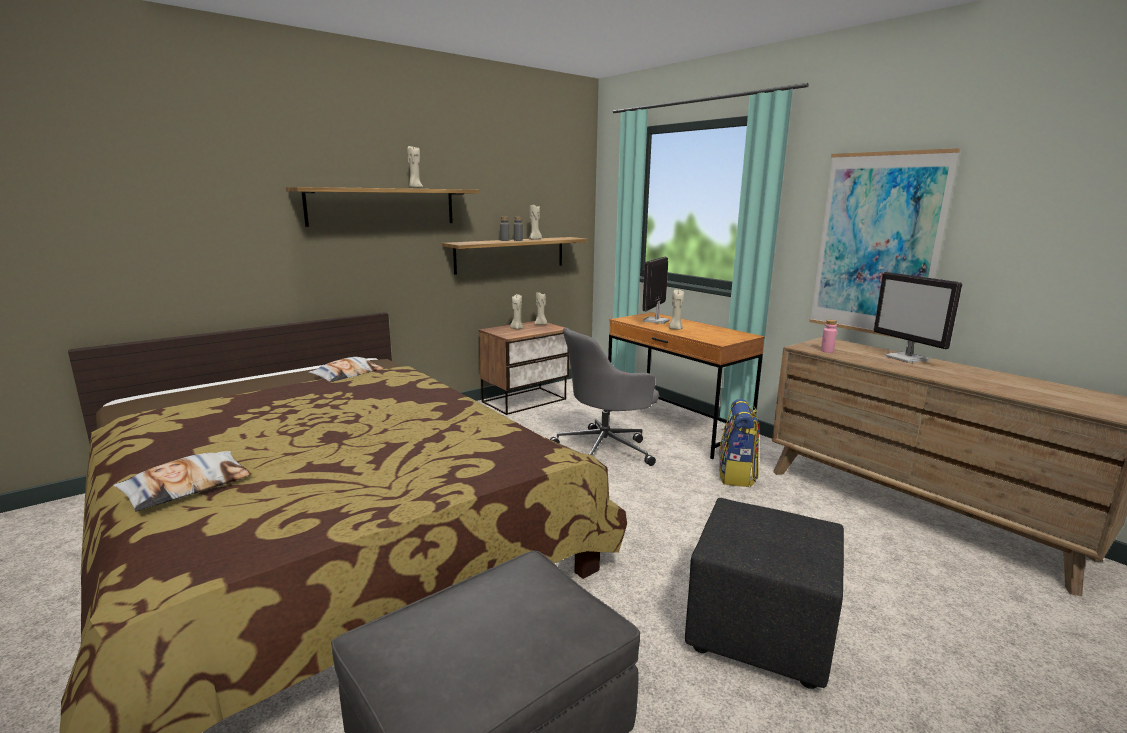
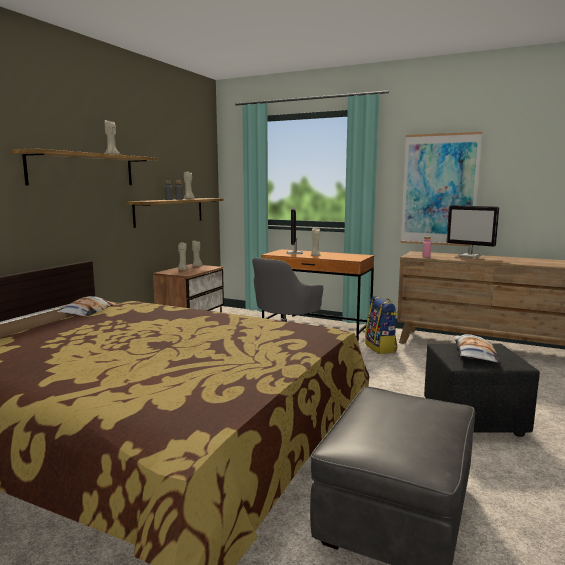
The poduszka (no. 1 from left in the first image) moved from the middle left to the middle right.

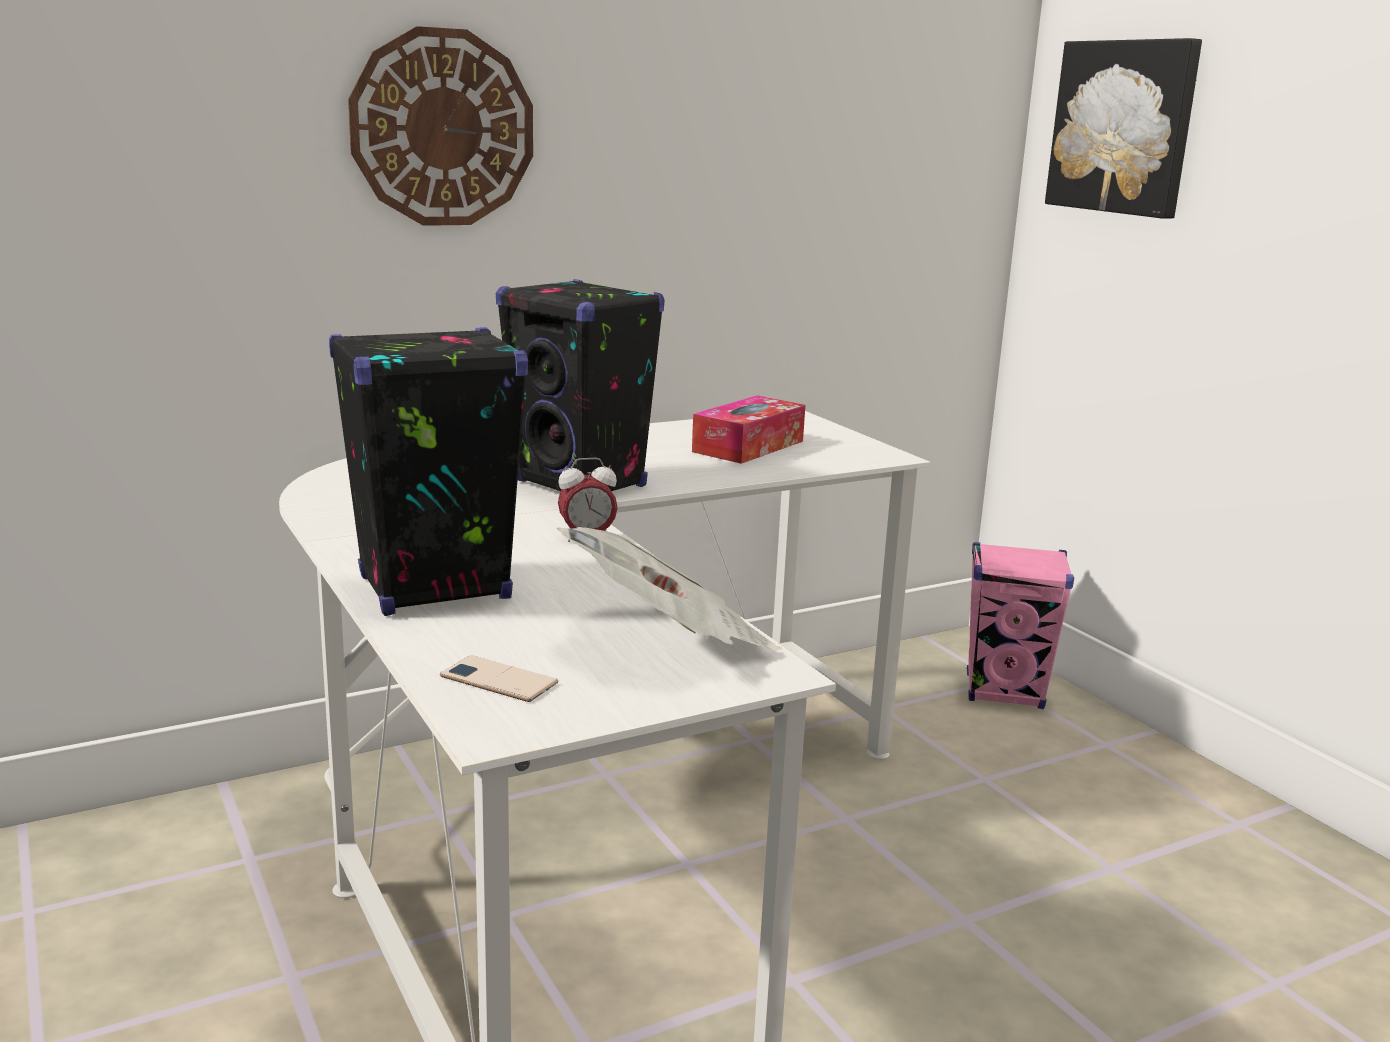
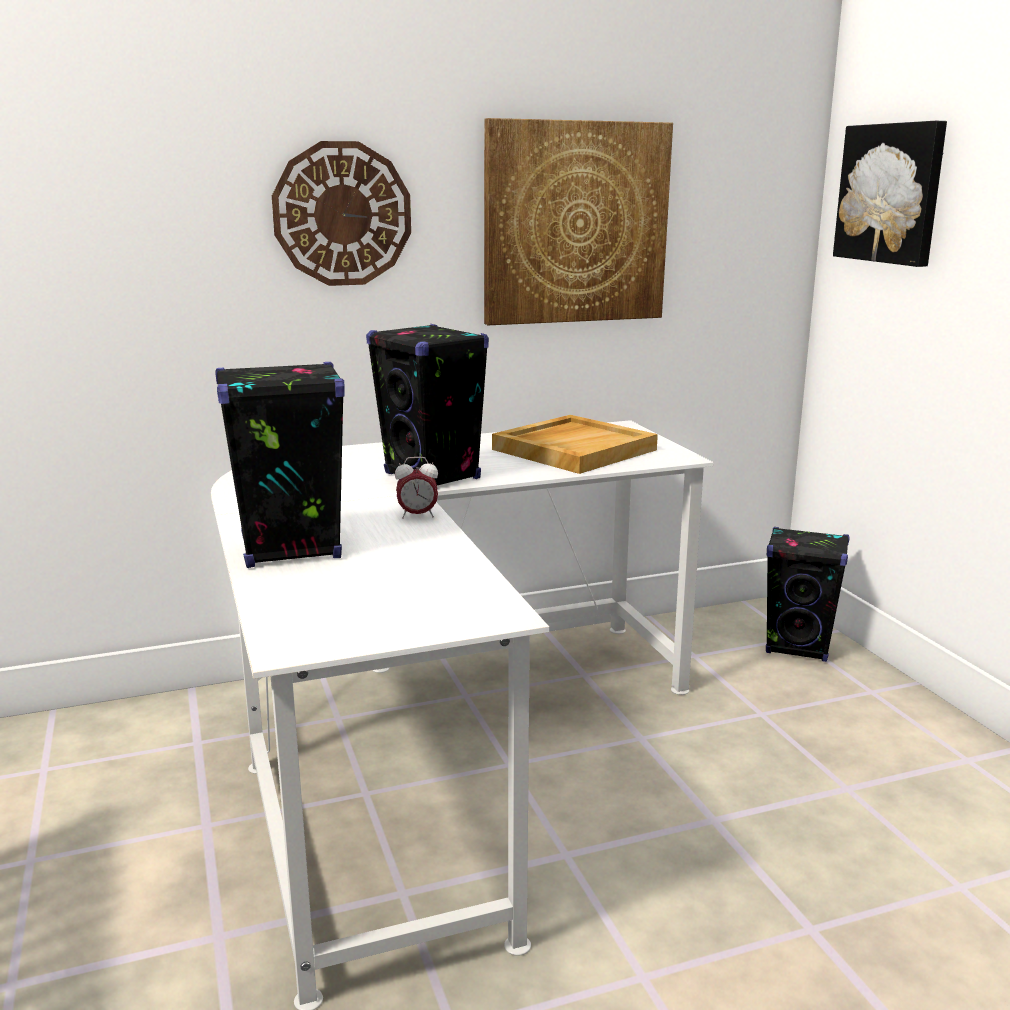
The obraz (no. 1 from left) at the top centre appeared.
The pudełko chusteczek at the centre was replaced by the taca/beżowy at the centre.
The głośnik/różowy at the middle right became the głośnik/czarny (no. 3 from left) at the middle right.
The telefon at the centre disappeared.
The gazeta at the centre disappeared.

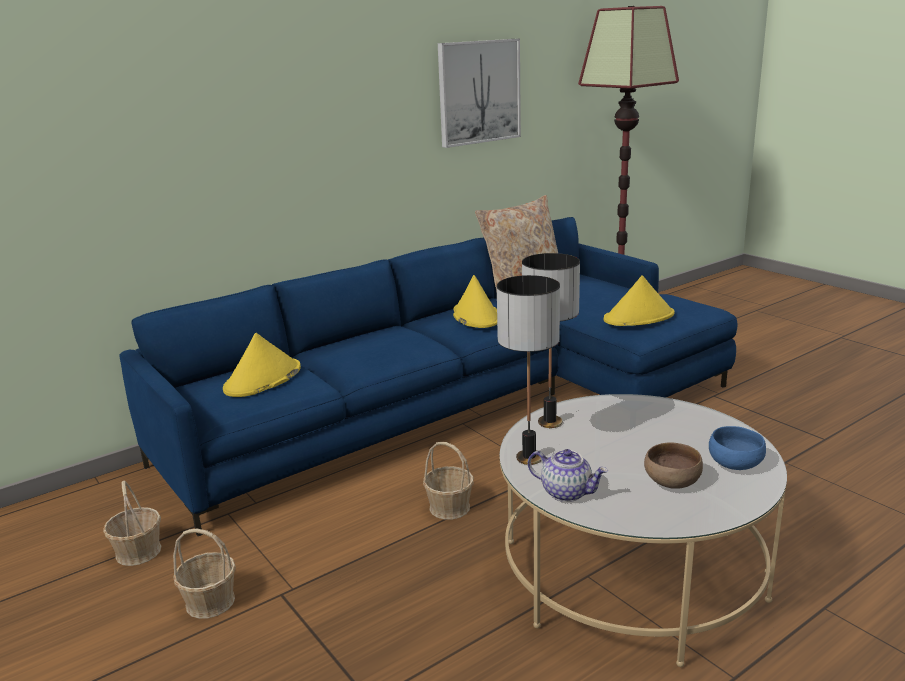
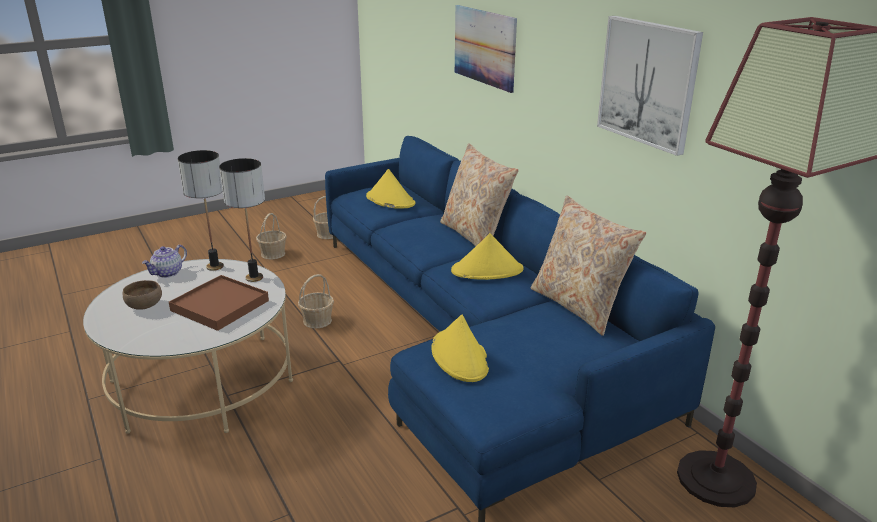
The taca/brązowy at the middle left appeared.
The poduszka/beżowy (no. 1 from left) at the centre appeared.
The obraz (no. 1 from left) at the top centre appeared.
The miska/niebieski at the middle right disappeared.

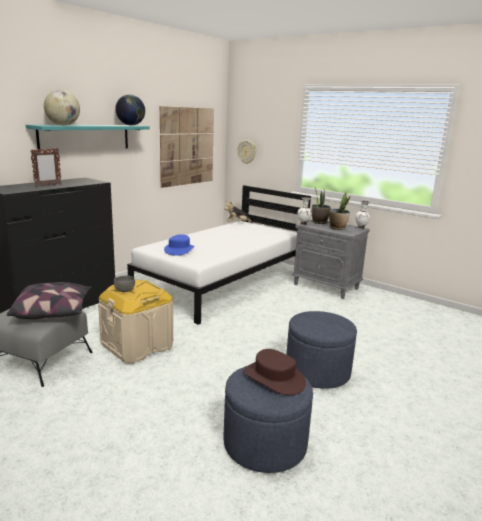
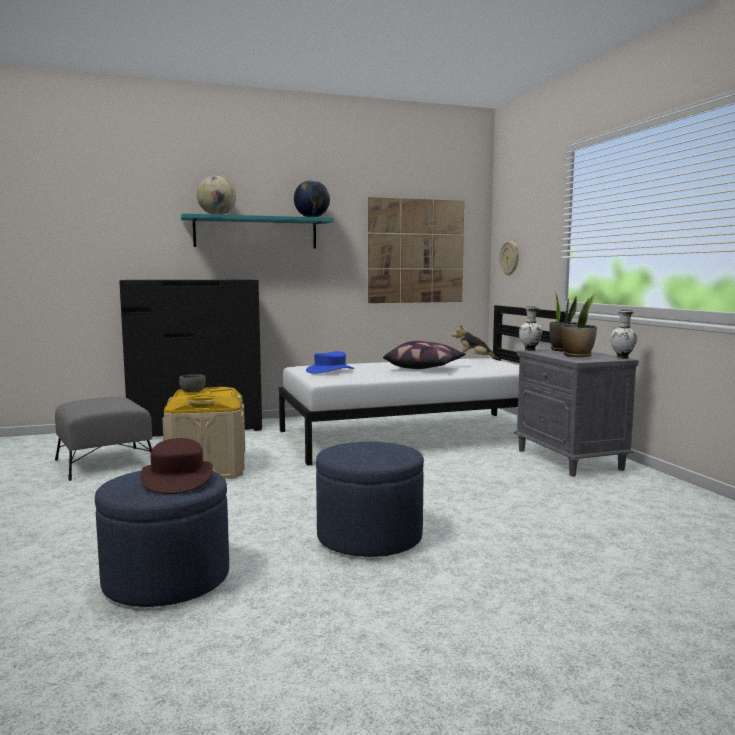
The poduszka moved from the middle left to the centre.
The ramka na zdjęcie at the top left disappeared.

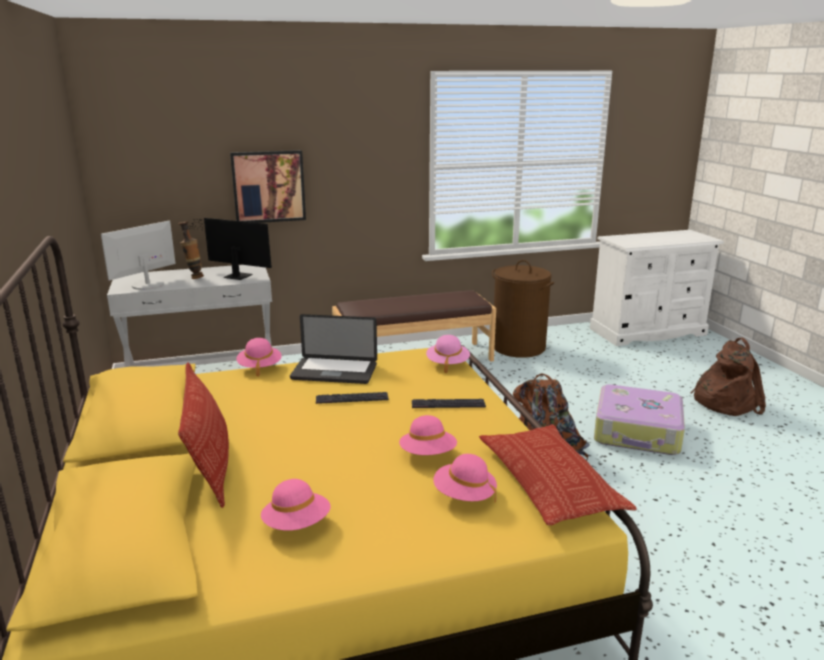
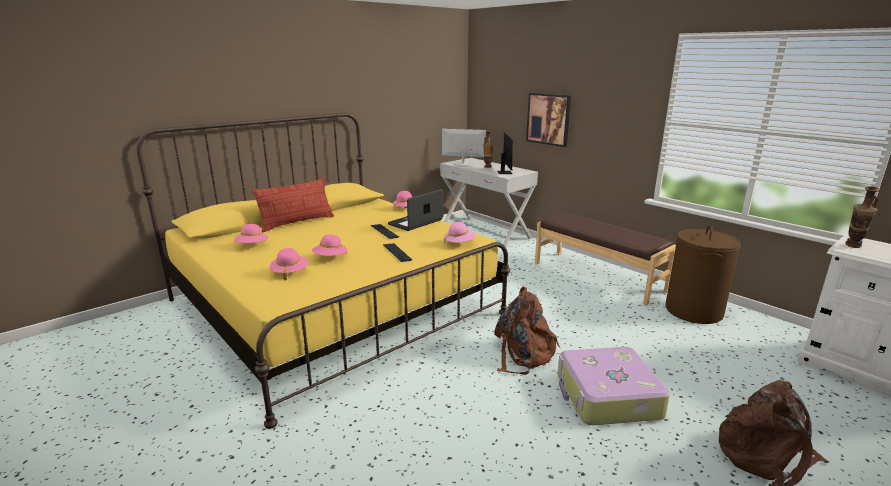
The laptop at the centre turned 60 degrees clockwise.
The wazon (no. 2 from left) at the middle right appeared.
The poduszka (no. 2 from left) at the bottom right disappeared.

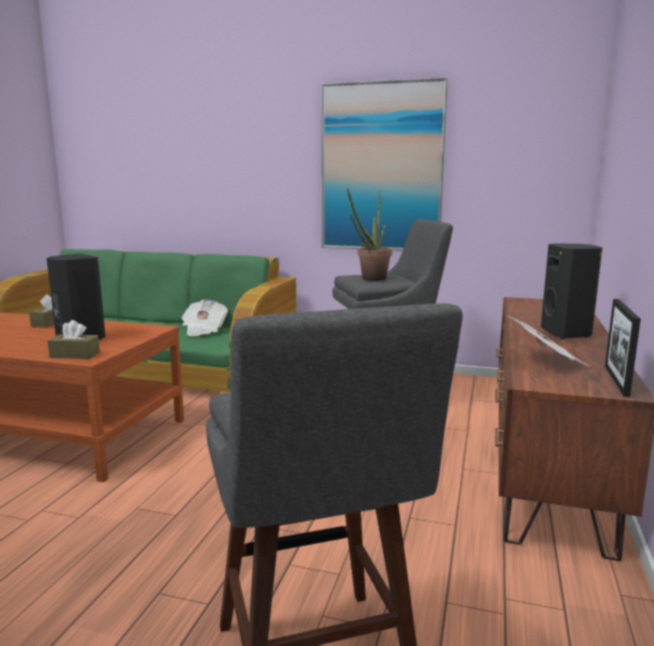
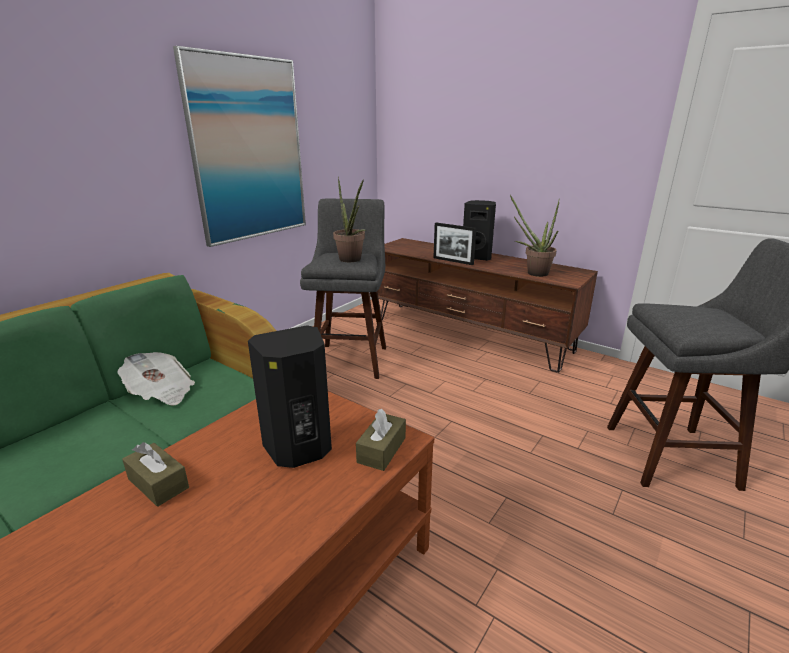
The ramka na zdjęcie moved from the middle right to the centre.
The gazeta (no. 2 from left) at the middle right was replaced by the roślina doniczkowa (no. 2 from left) at the middle right.

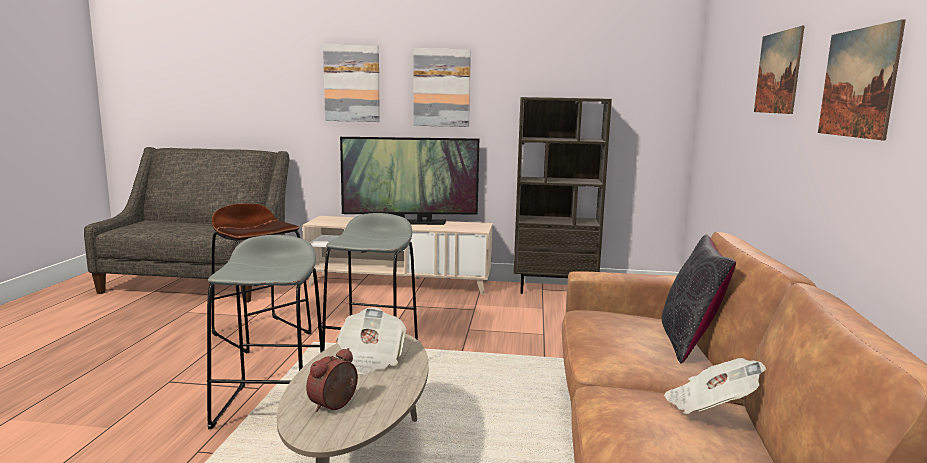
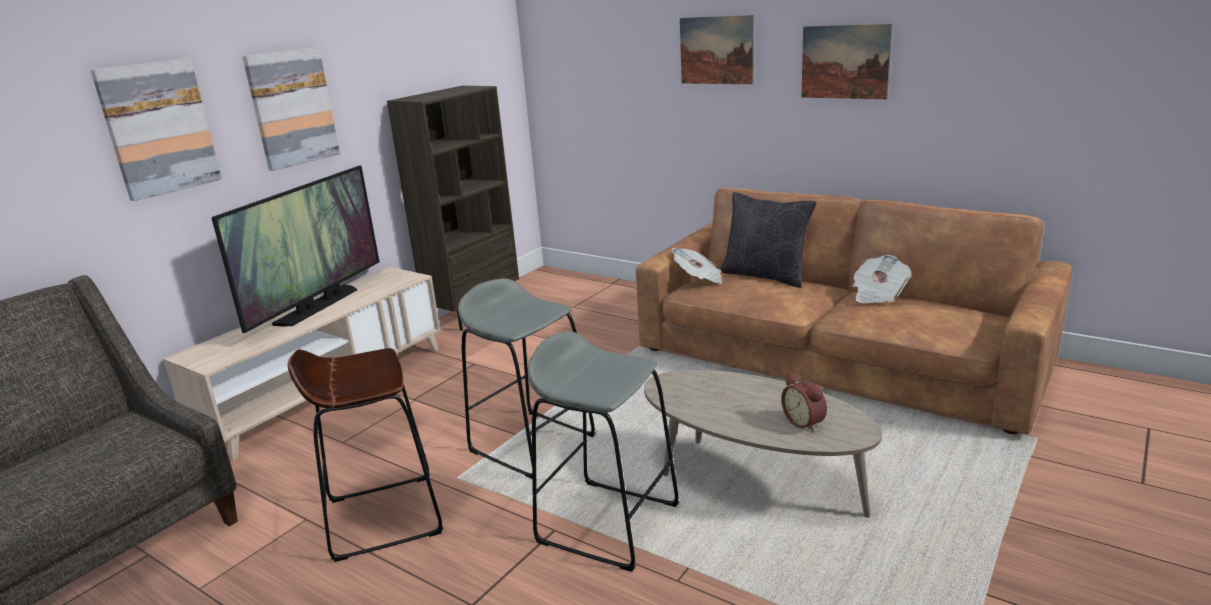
The gazeta (no. 1 from left) moved from the bottom centre to the centre.

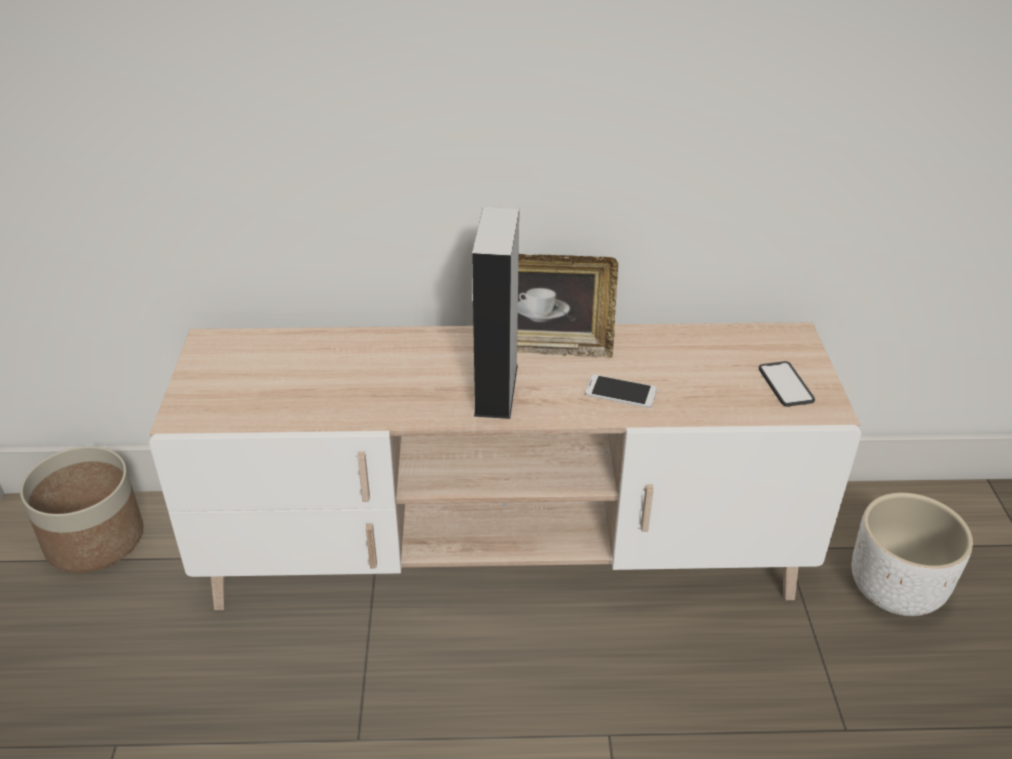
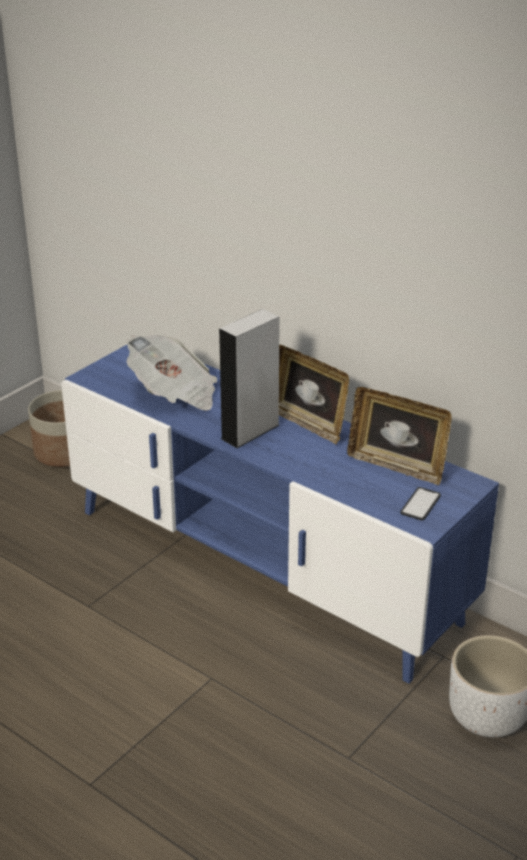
The szafka pod telewizor/beżowy at the centre became the szafka pod telewizor/niebieski at the centre.
The gazeta at the middle left appeared.
The ramka na zdjęcie (no. 2 from left) at the middle right appeared.
The telefon (no. 1 from left) at the centre disappeared.

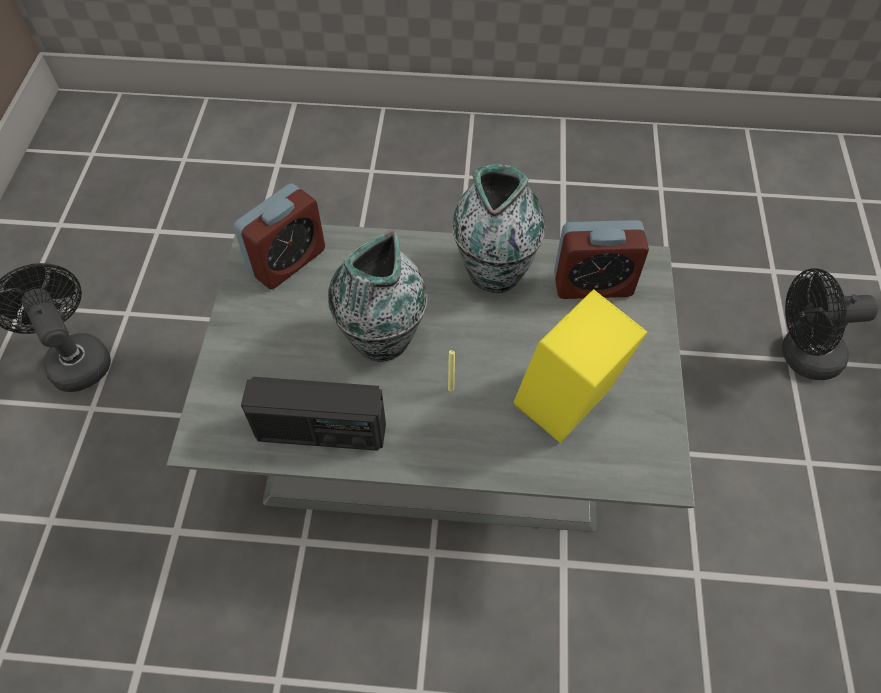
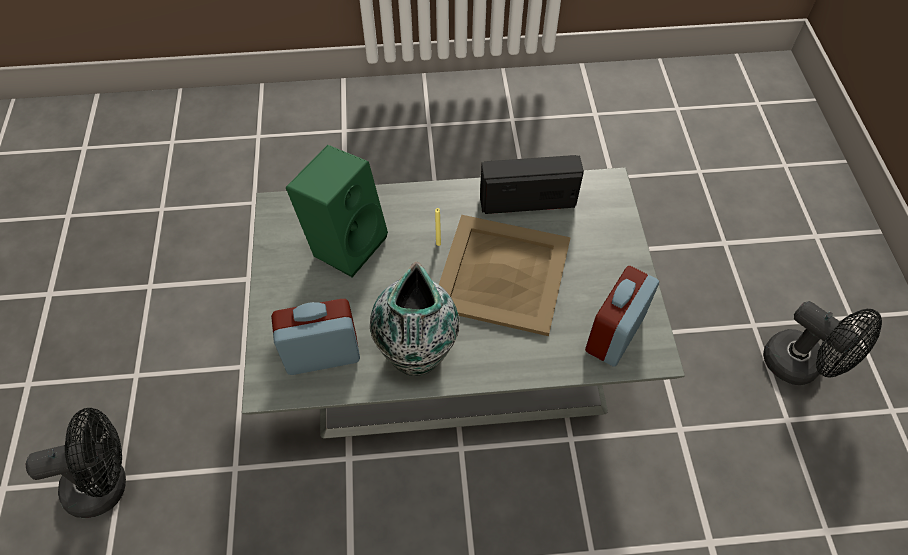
The głośnik/żółty at the centre became the głośnik/zielony at the centre.
The wazon (no. 1 from left) at the centre was replaced by the taca/beżowy at the centre.

